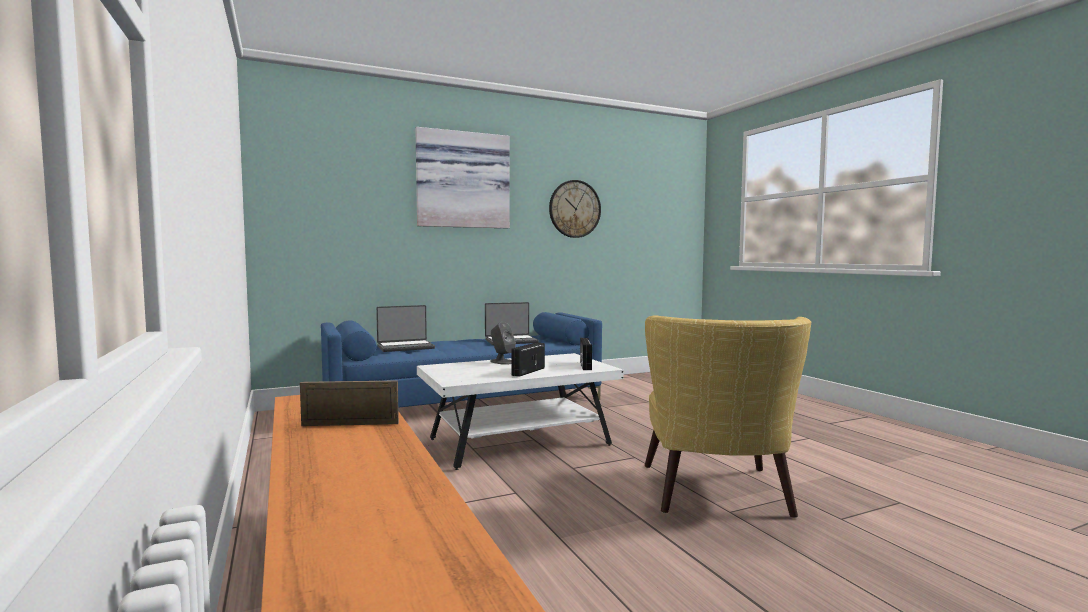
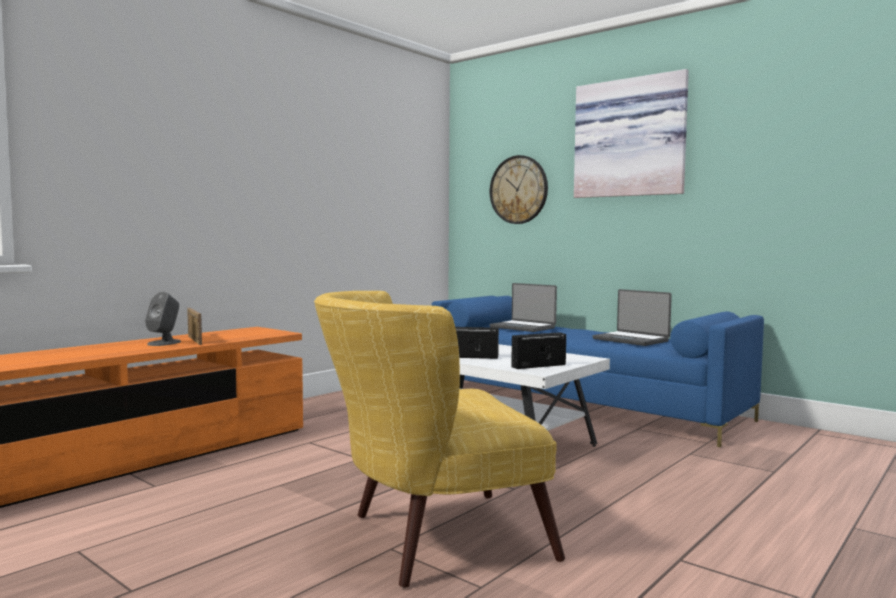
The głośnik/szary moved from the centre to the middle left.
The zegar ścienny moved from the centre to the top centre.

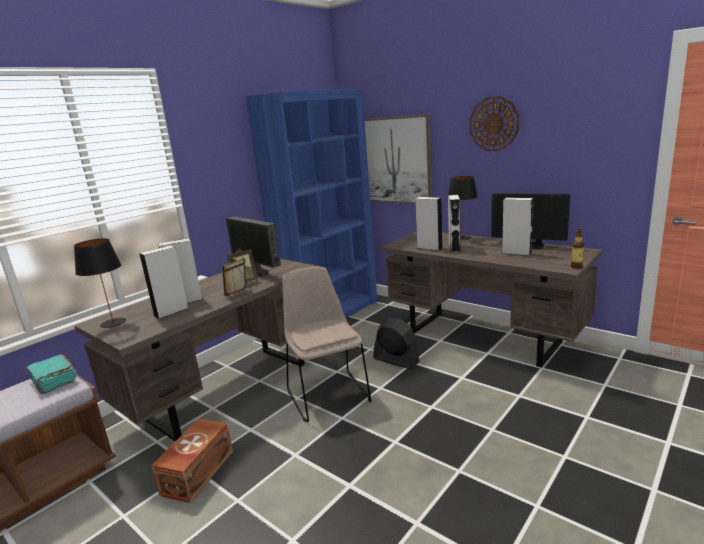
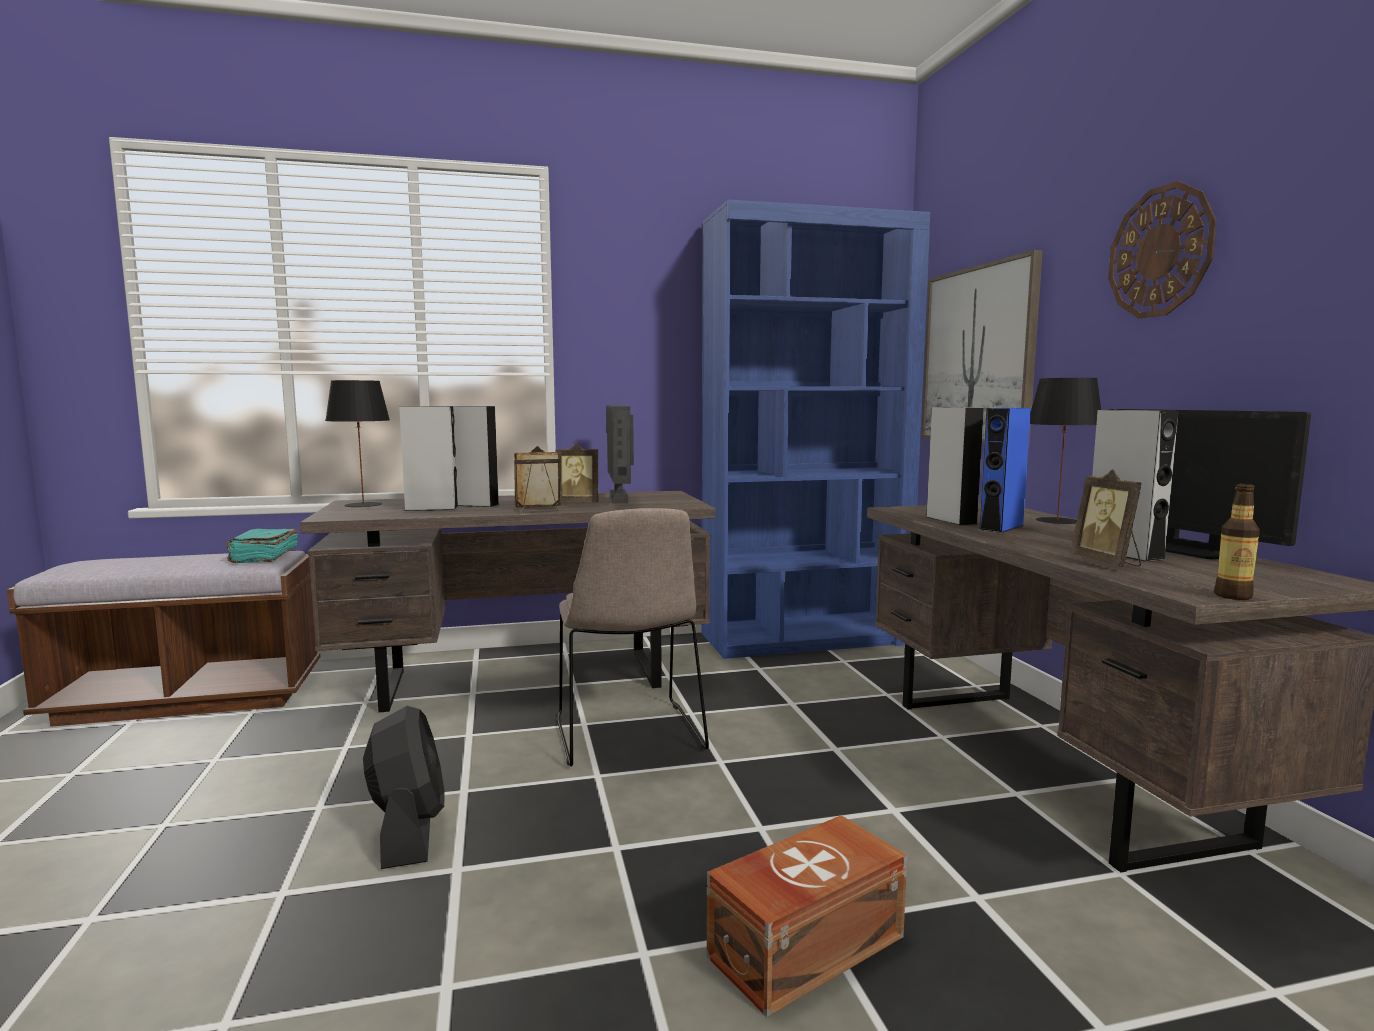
The wentylator/czarny moved from the centre to the bottom left.
The krzesło/beżowy at the centre turned 150 degrees clockwise.
The pojemnik do przechowywania/brązowy moved from the bottom left to the bottom centre.
The głośnik/szary (no. 4 from left) at the centre became the głośnik/niebieski at the middle right.
The ramka na zdjęcie (no. 3 from left) at the middle right appeared.

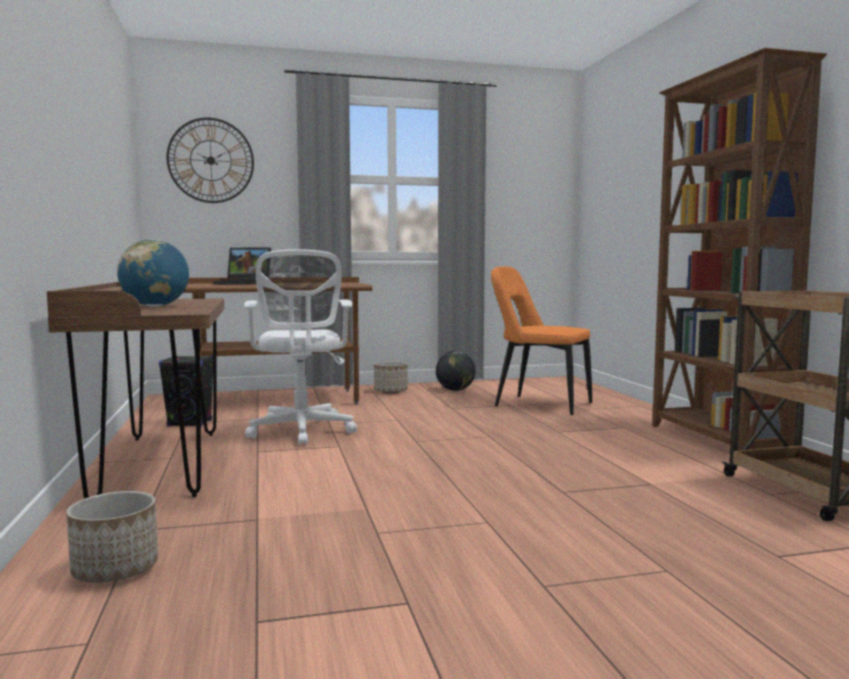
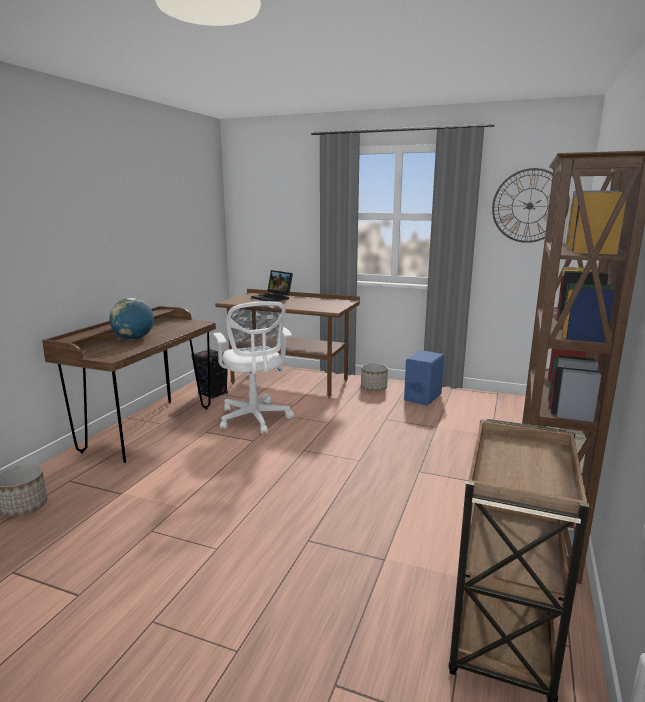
The krzesło biurowe/biały at the centre turned 45 degrees counterclockwise.
The globus (no. 2 from left) at the centre was replaced by the głośnik/niebieski at the centre.
The zegar ścienny moved from the top left to the top right.
The krzesło/pomarańczowy at the centre disappeared.

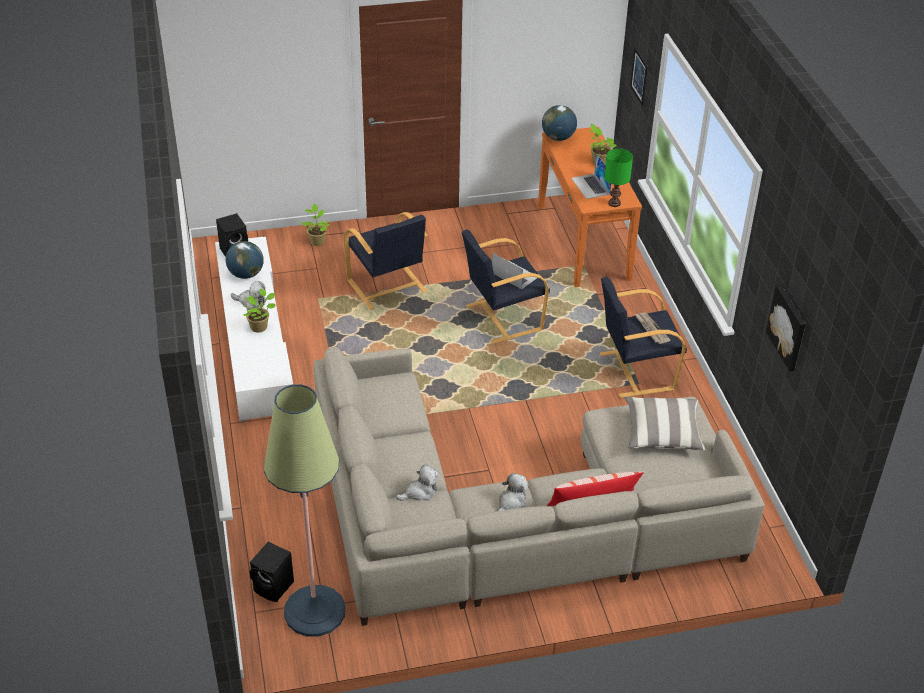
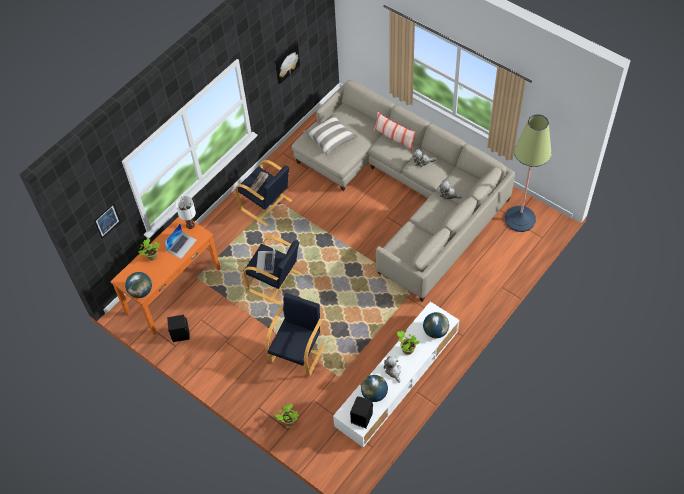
The głośnik/czarny (no. 2 from left in the first image) moved from the bottom left to the middle left.
The lampa stołowa/zielony at the top right became the lampa stołowa/biały at the middle left.
The globus (no. 3 from left) at the centre appeared.

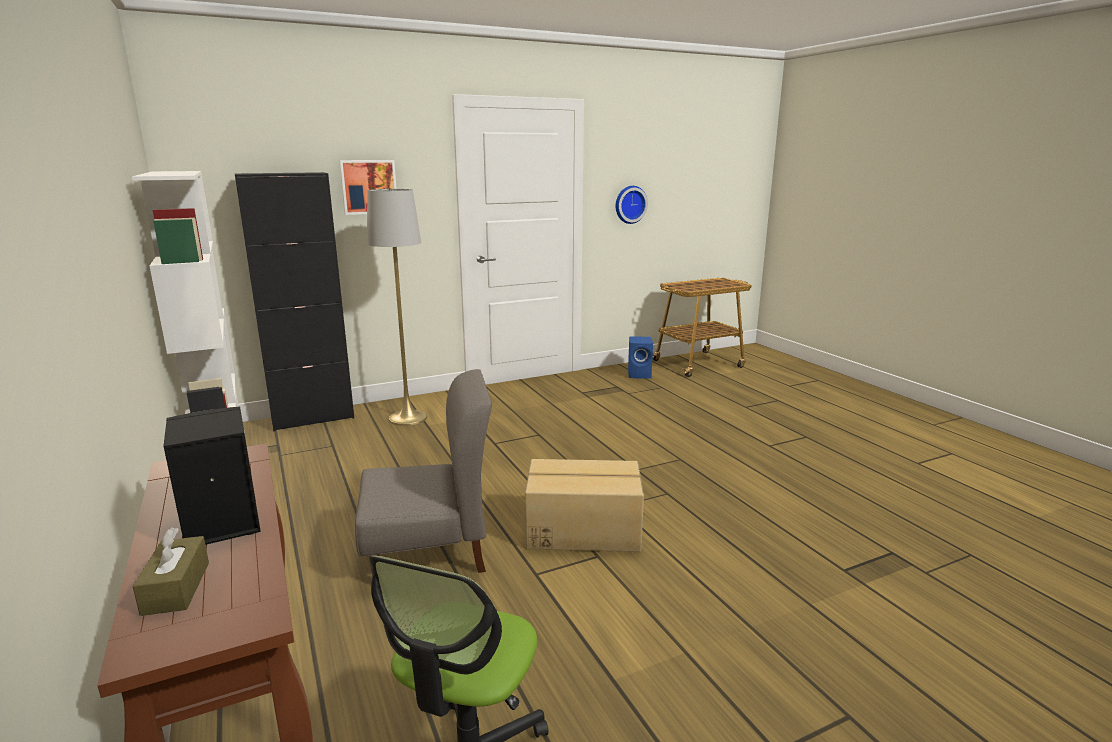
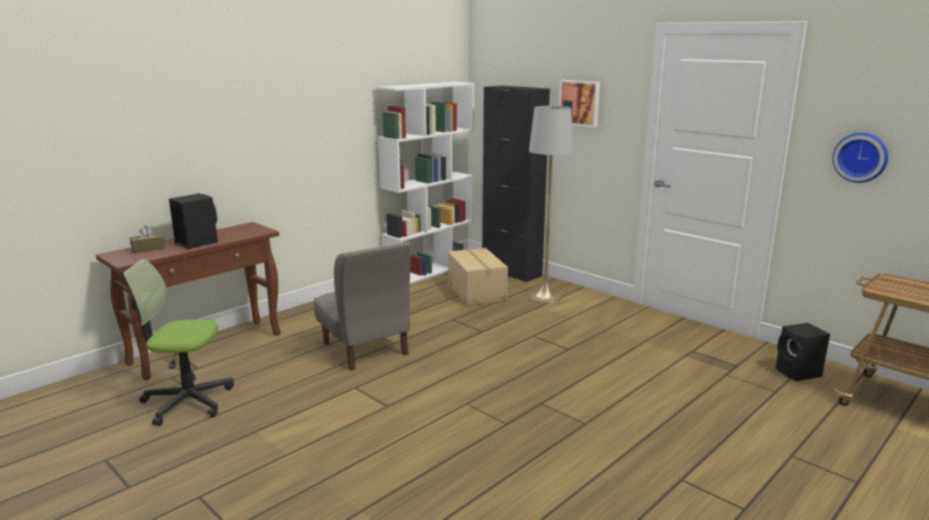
The karton moved from the bottom centre to the centre.
The głośnik/niebieski at the centre became the głośnik/czarny (no. 2 from left) at the bottom right.

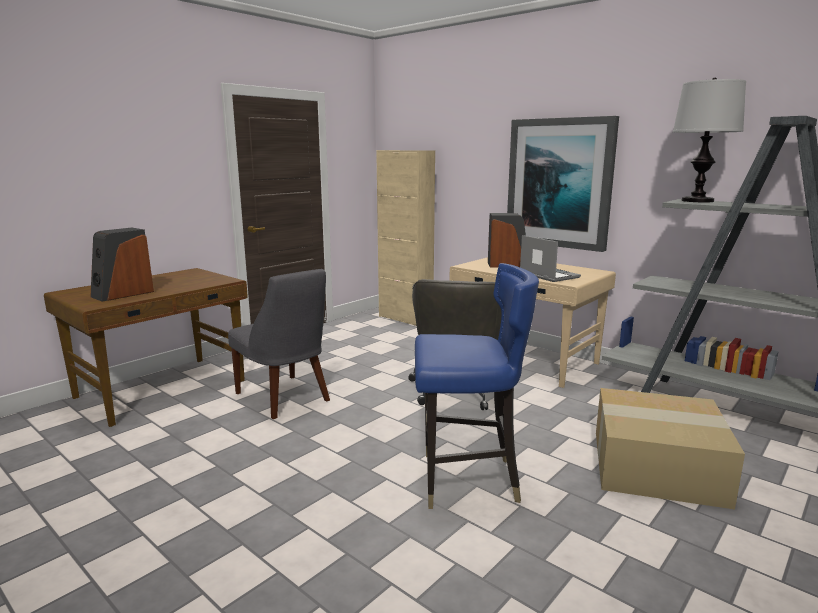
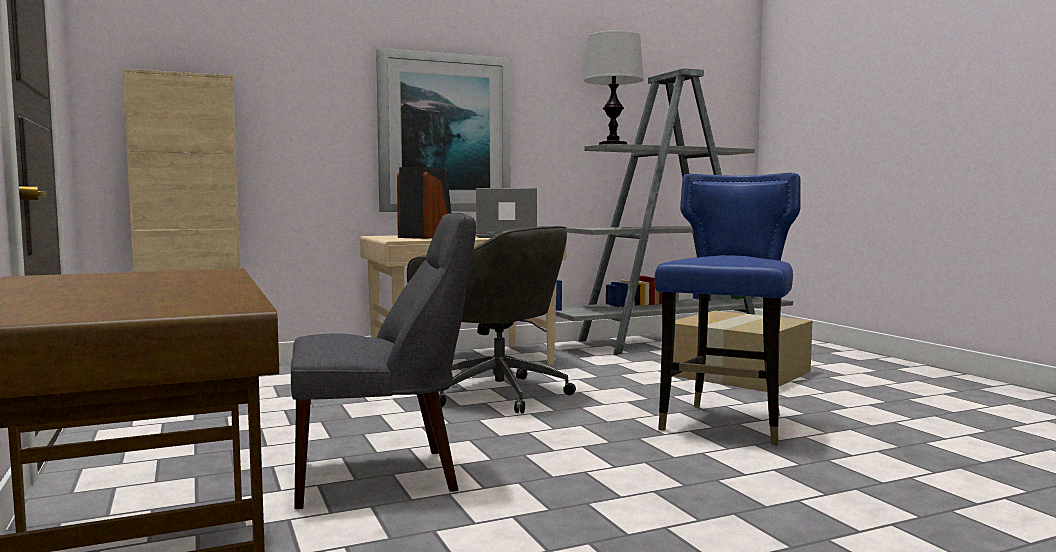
The głośnik (no. 1 from left) at the middle left disappeared.

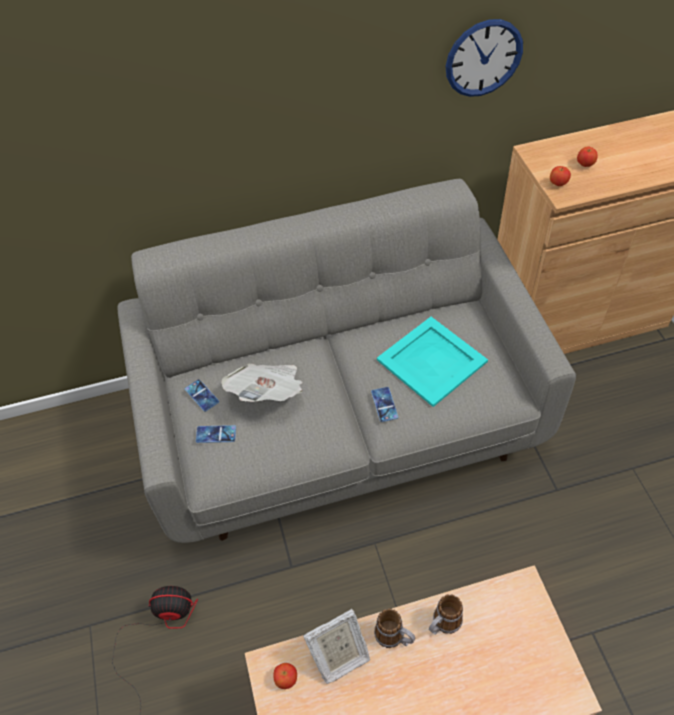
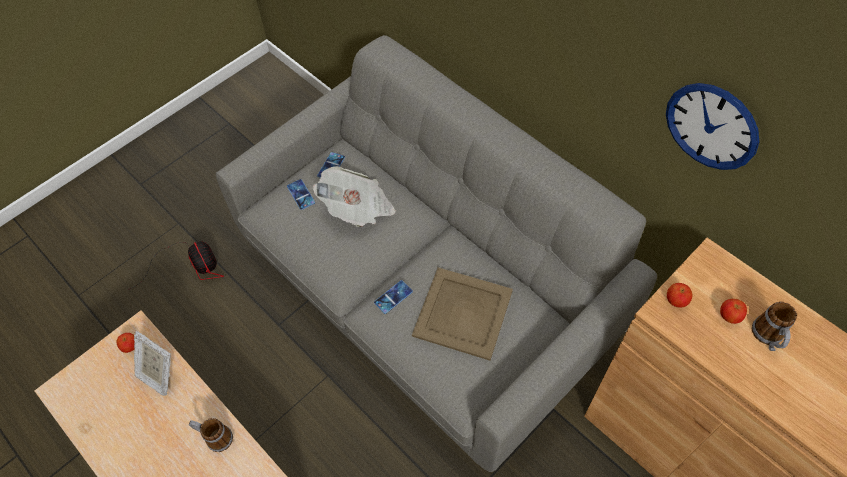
The taca/turkusowy at the centre became the taca/beżowy at the centre.
The kubek (no. 1 from left in the first image) moved from the bottom centre to the bottom right.

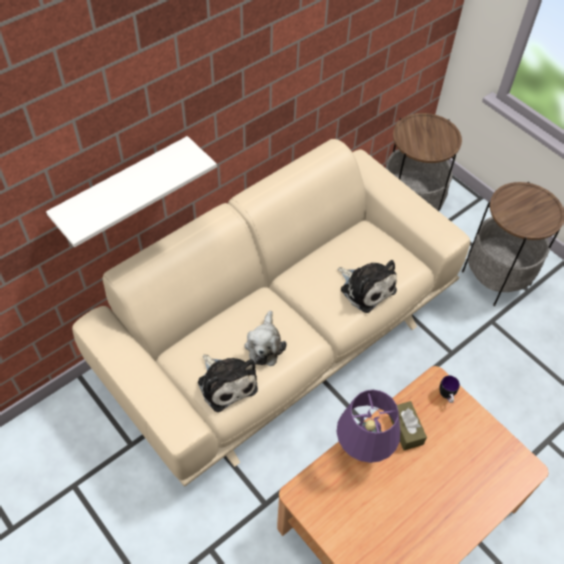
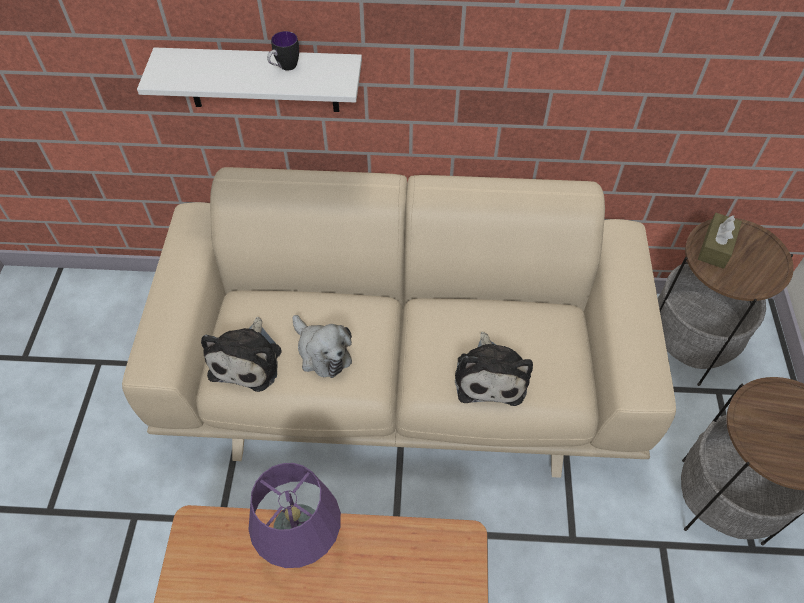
The kubek moved from the bottom right to the top centre.
The pluszak (no. 2 from left) at the centre turned 90 degrees counterclockwise.
The pudełko chusteczek/brązowy moved from the bottom right to the middle right.

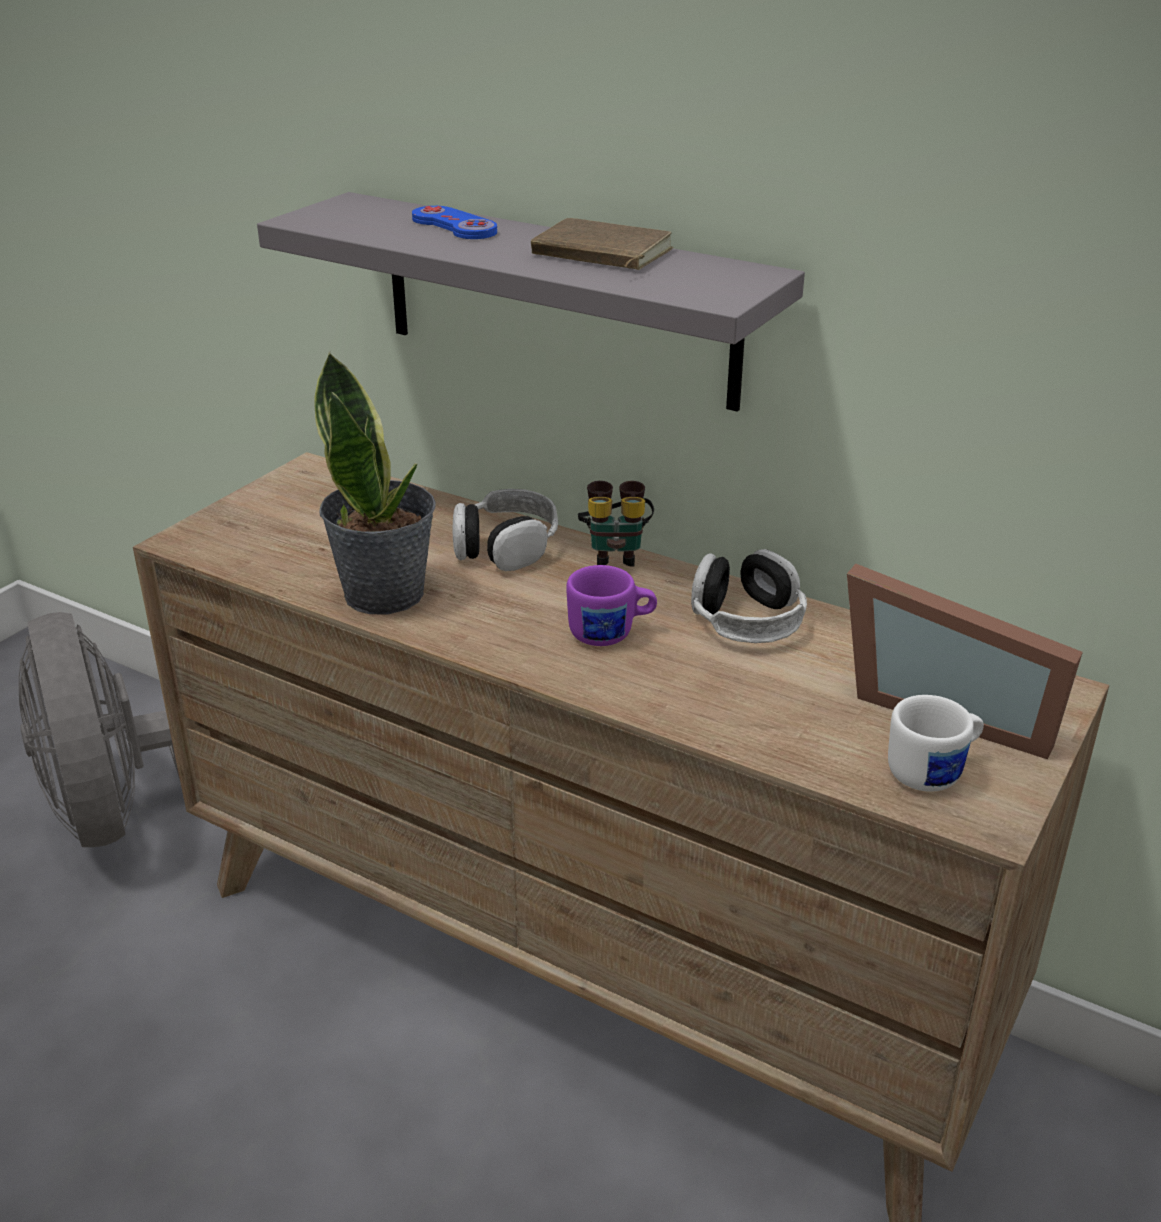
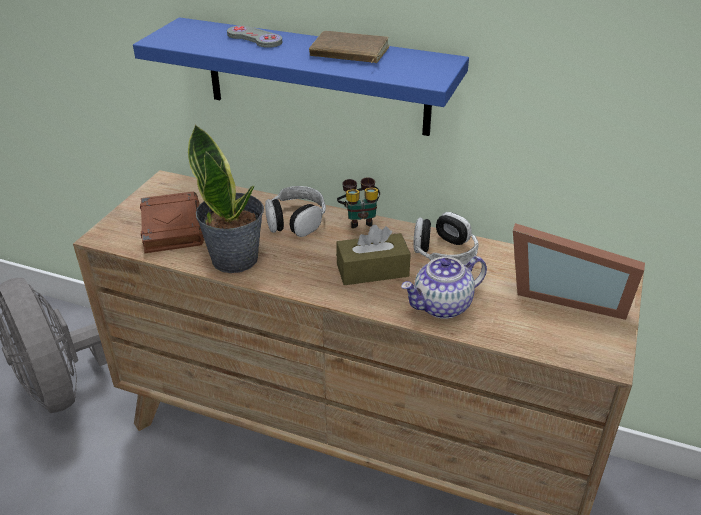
The półka/szary at the top centre became the półka/niebieski at the top centre.
The książka/brązowy (no. 1 from left) at the middle left appeared.
The pad do gier/niebieski at the top centre became the pad do gier/szary at the top centre.
The kubek/fioletowy at the centre was replaced by the pudełko chusteczek/brązowy at the centre.
The imbryk at the centre appeared.
The kubek/biały at the middle right disappeared.

